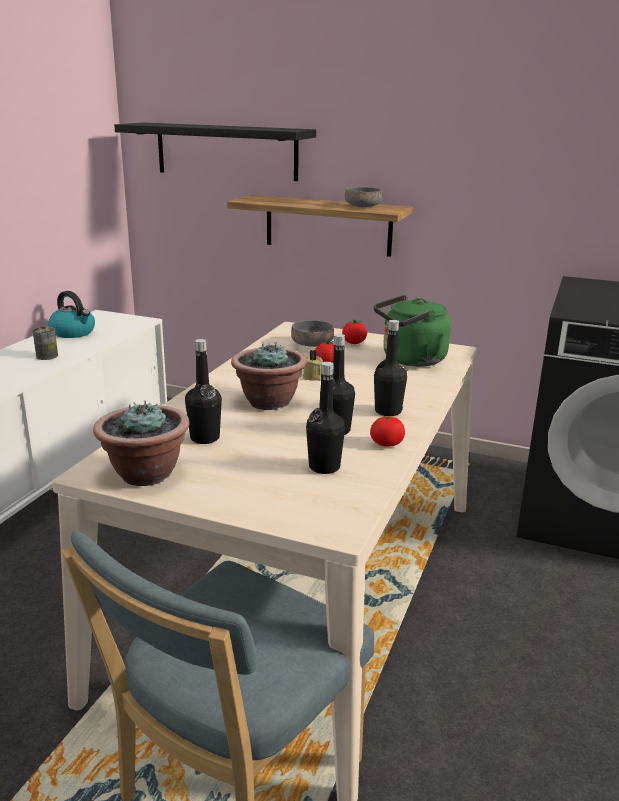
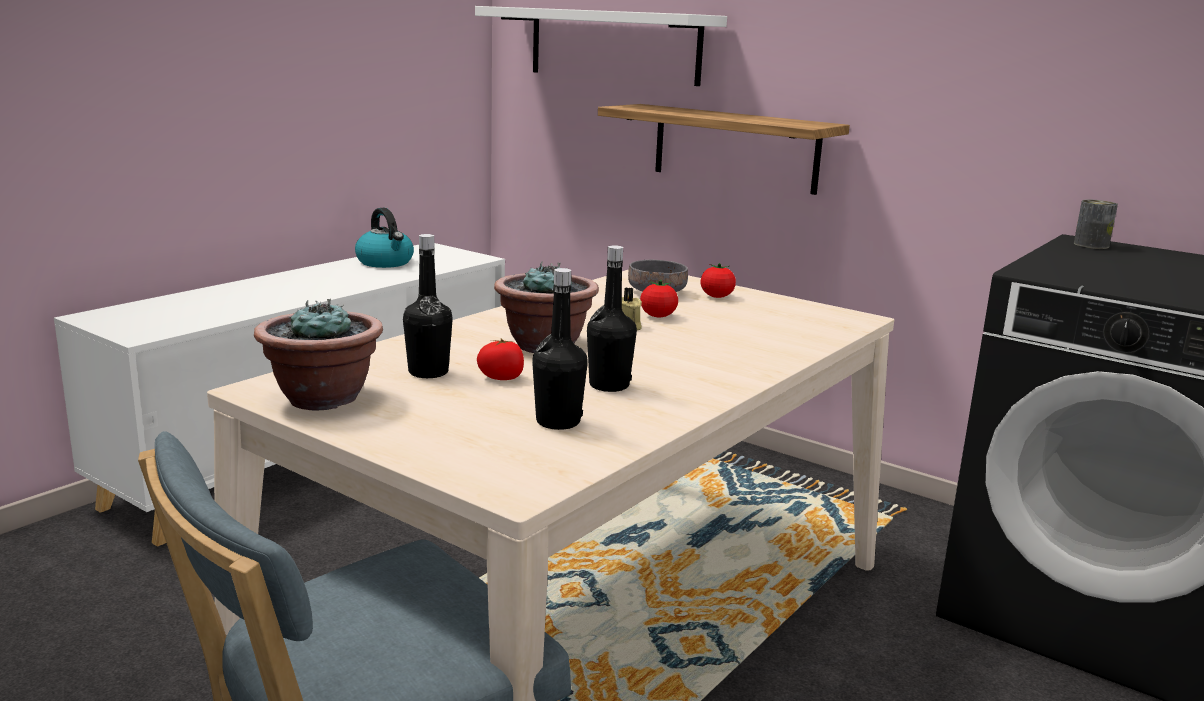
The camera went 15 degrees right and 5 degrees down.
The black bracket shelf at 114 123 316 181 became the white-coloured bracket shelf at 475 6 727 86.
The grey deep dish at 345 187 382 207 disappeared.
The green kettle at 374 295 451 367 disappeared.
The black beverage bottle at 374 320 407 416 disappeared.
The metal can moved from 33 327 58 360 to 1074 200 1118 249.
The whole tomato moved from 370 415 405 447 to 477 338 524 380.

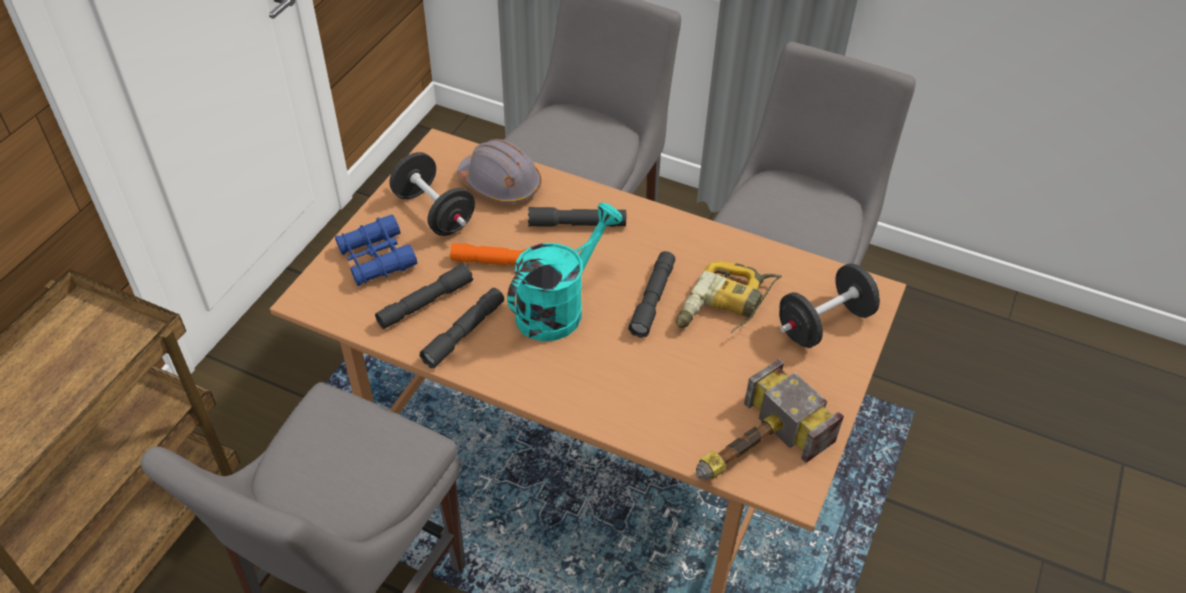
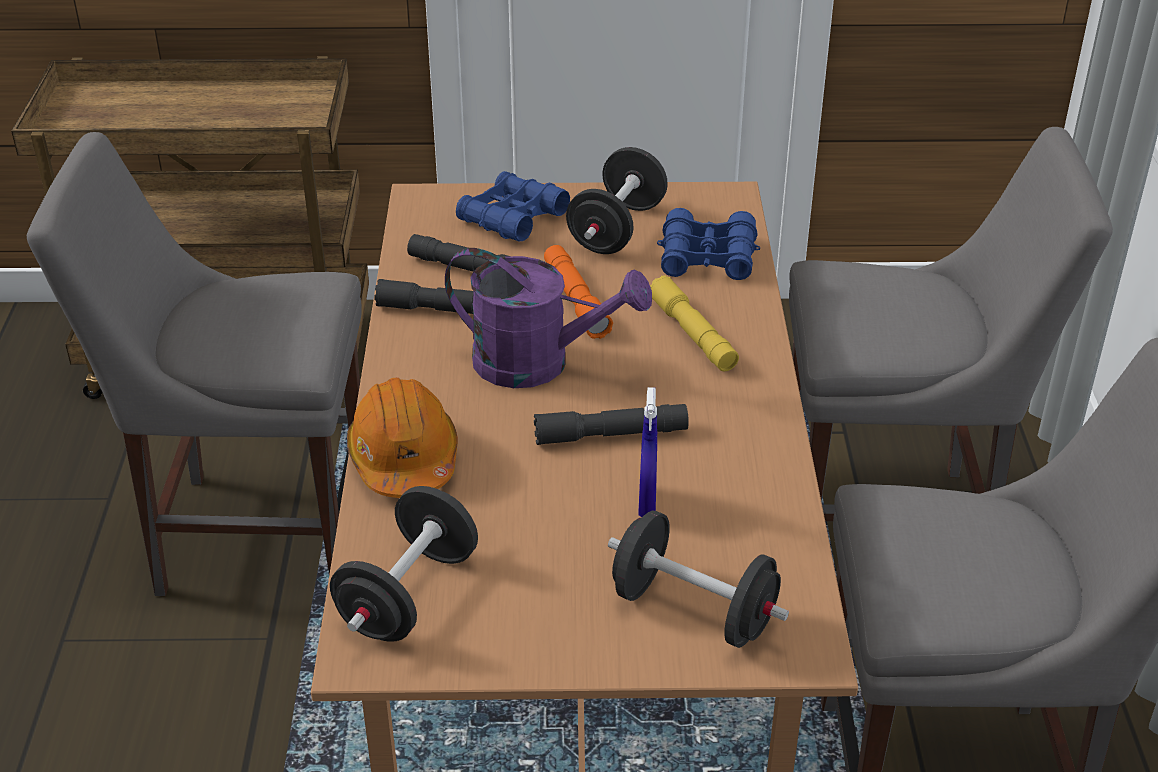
The camera went 65 degrees right and 10 degrees down.
The grey work helmet at 457 139 542 204 was replaced by the blue-coloured pair of binoculars at 657 208 760 280.
The turquoise-coloured watering pot at 507 203 623 341 became the purplish watering pot at 445 248 652 388.
The grey torch at 528 207 626 227 became the yellow-coloured torch at 650 276 739 371.
The electric drill at 676 261 782 333 was replaced by the blue-coloured spray bottle at 638 387 657 517.
The hand hammer at 696 359 844 480 was replaced by the black hand weight at 330 486 478 642.
The orangey work helmet at 347 378 458 498 appeared.

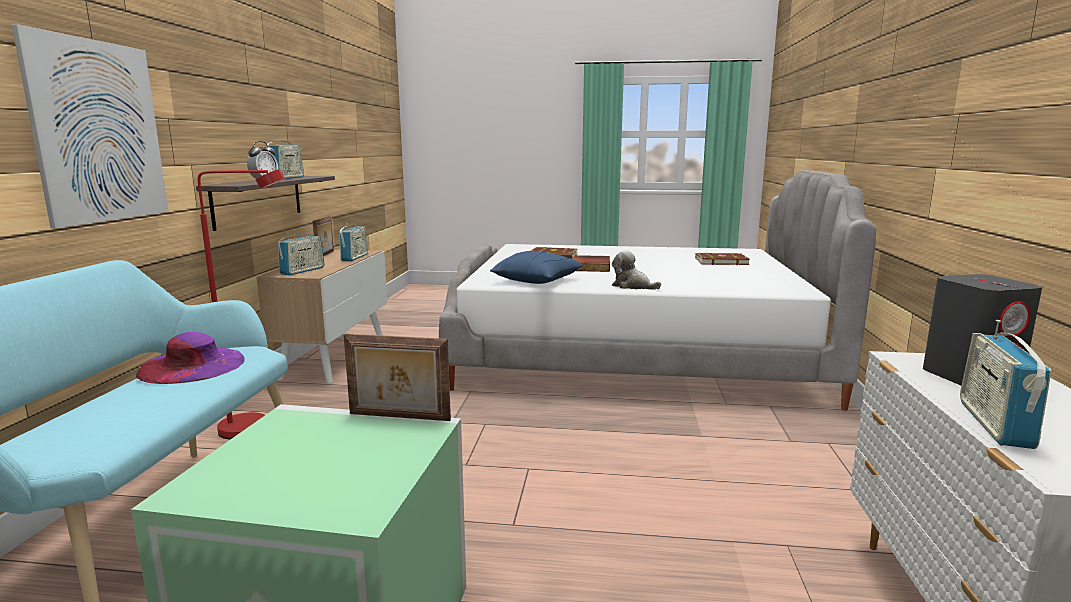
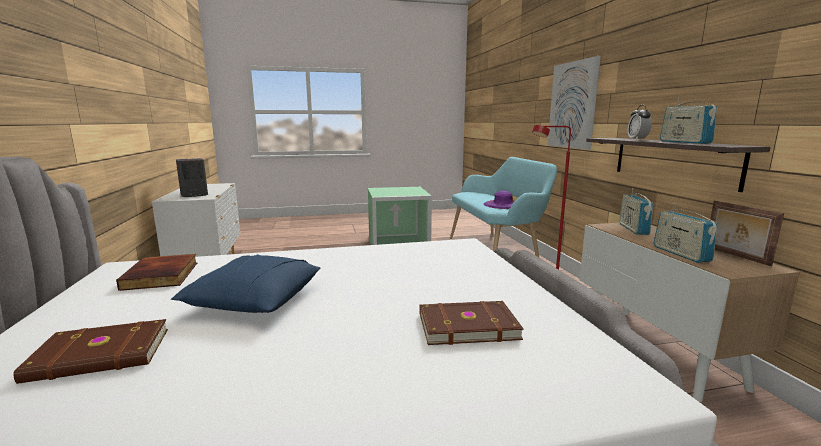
The camera went 160 degrees right and 0 degrees up.
The soft toy at 612 250 661 290 disappeared.
The blue-coloured pillow moved from 490 251 584 284 to 171 254 320 313.
The bound book moved from 574 255 610 272 to 116 254 197 291.
The radio receiver at 960 320 1051 449 disappeared.
The photo frame at 344 334 451 421 disappeared.

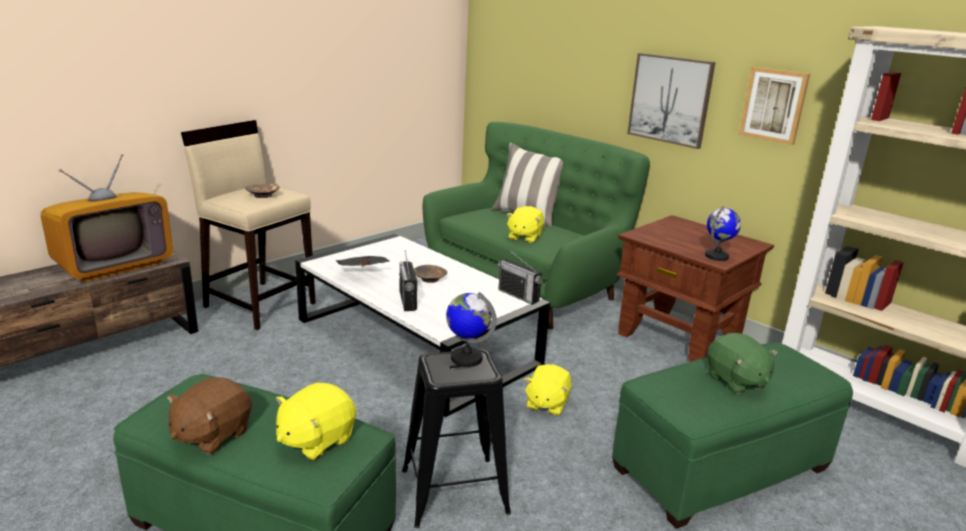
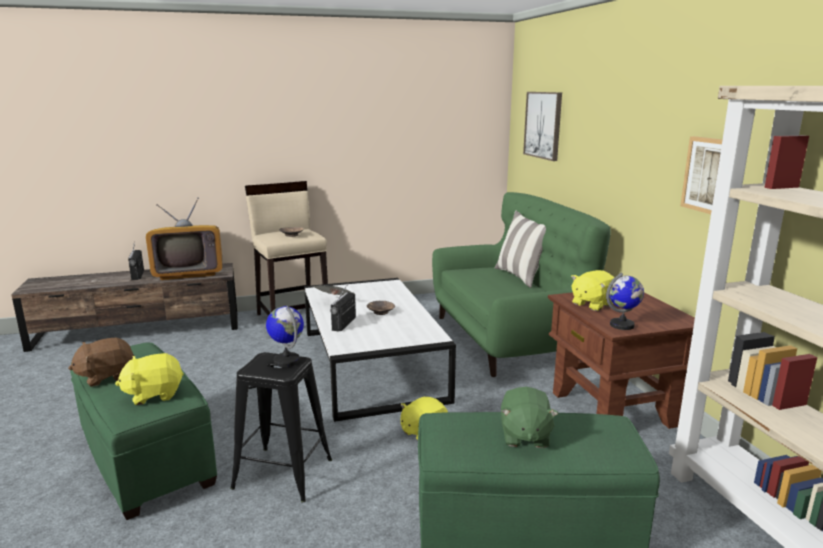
The camera went 30 degrees right and 5 degrees down.
The wall picture moved from 627 53 716 149 to 523 92 562 161.
The yellow-coloured soft toy moved from 506 206 544 243 to 571 270 615 311.
The radio receiver moved from 498 249 543 305 to 128 242 144 280.

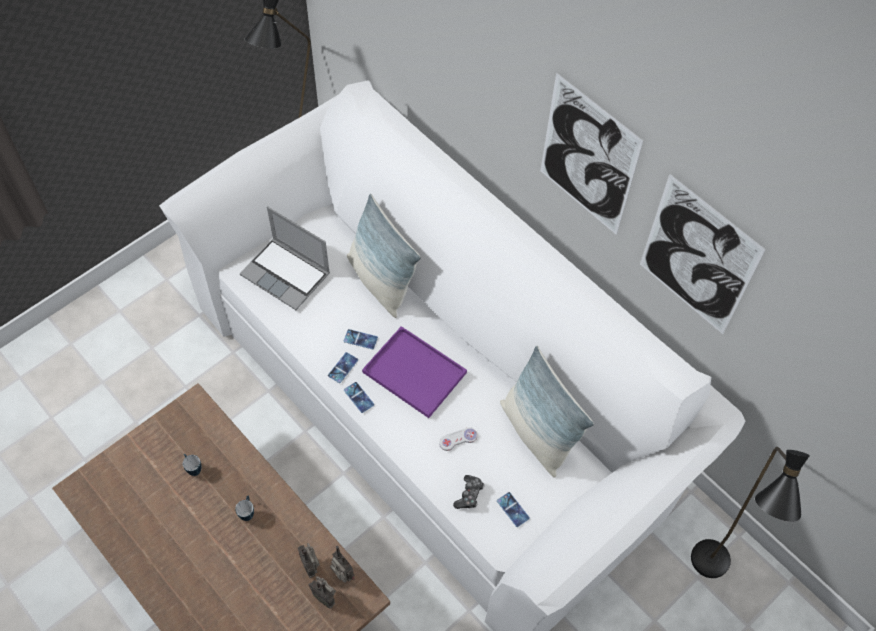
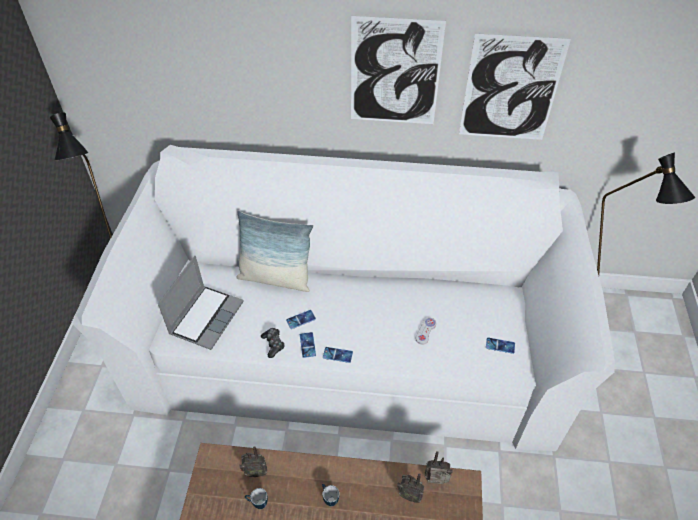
The camera went 40 degrees left and 10 degrees down.
The portable computer at 240 207 330 310 turned 60 degrees counterclockwise.
The purplish carrying tray at 362 326 467 418 disappeared.
The pillow at 500 346 594 478 disappeared.
The game controller moved from 453 475 484 509 to 261 328 285 358.
The radio receiver moved from 309 576 336 609 to 239 446 267 477.

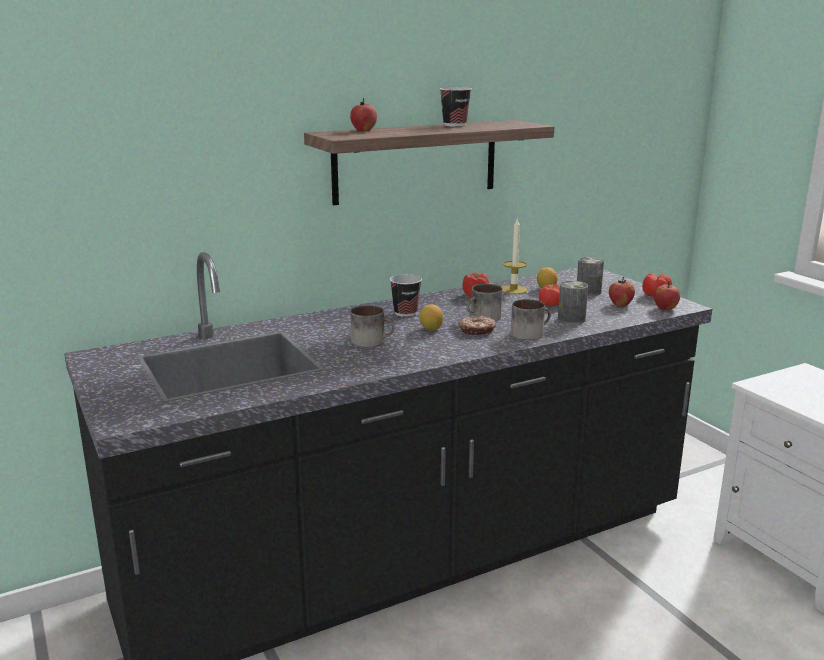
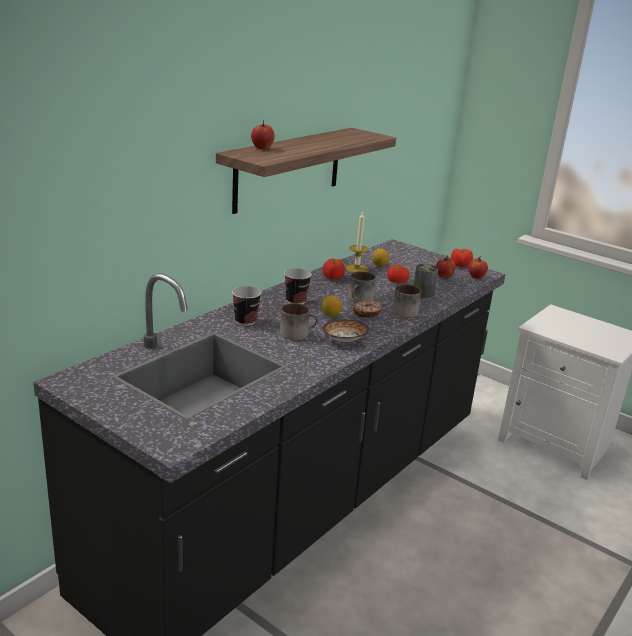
The camera went 25 degrees left and 5 degrees up.
The drinking cup moved from 440 87 472 127 to 232 286 261 326.
The metal can at 577 257 604 296 disappeared.
The deep dish at 322 320 369 342 appeared.

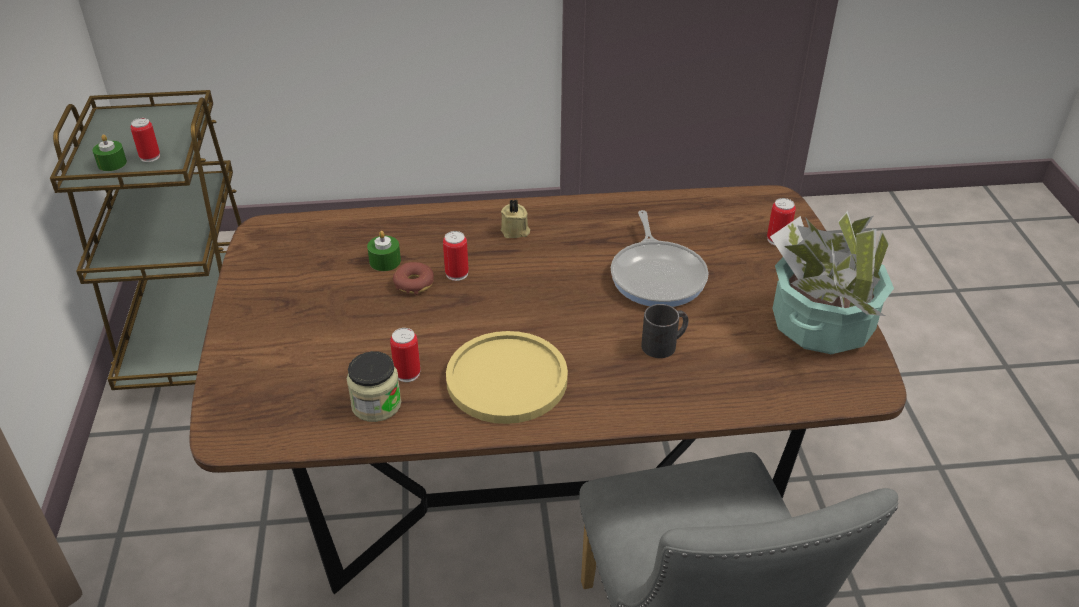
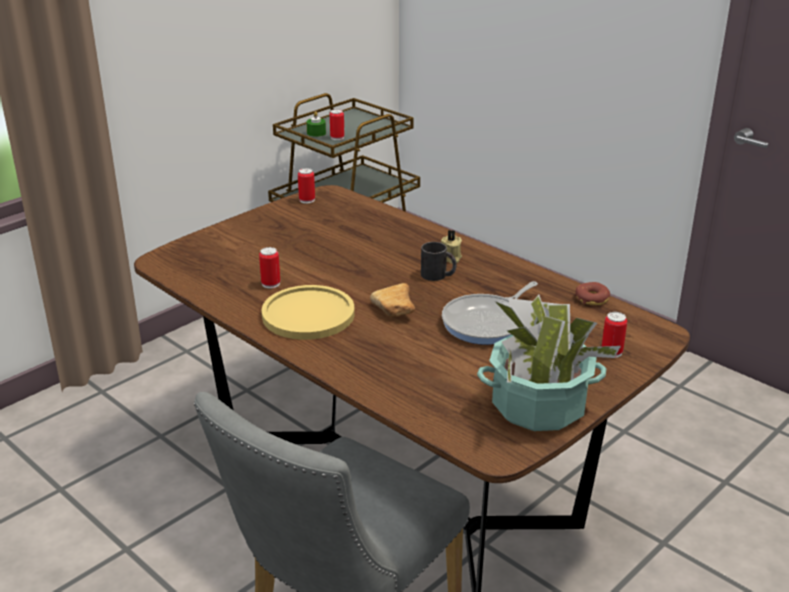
The camera went 50 degrees right and 10 degrees down.
The green candle at 367 231 401 271 disappeared.
The metal can moved from 443 231 469 281 to 298 168 315 203.
The ring doughnut moved from 393 262 434 295 to 575 282 610 305.
The black mug moved from 641 304 688 358 to 421 242 457 281.
The jar at 346 351 401 422 disappeared.
The bread at 370 283 415 317 appeared.

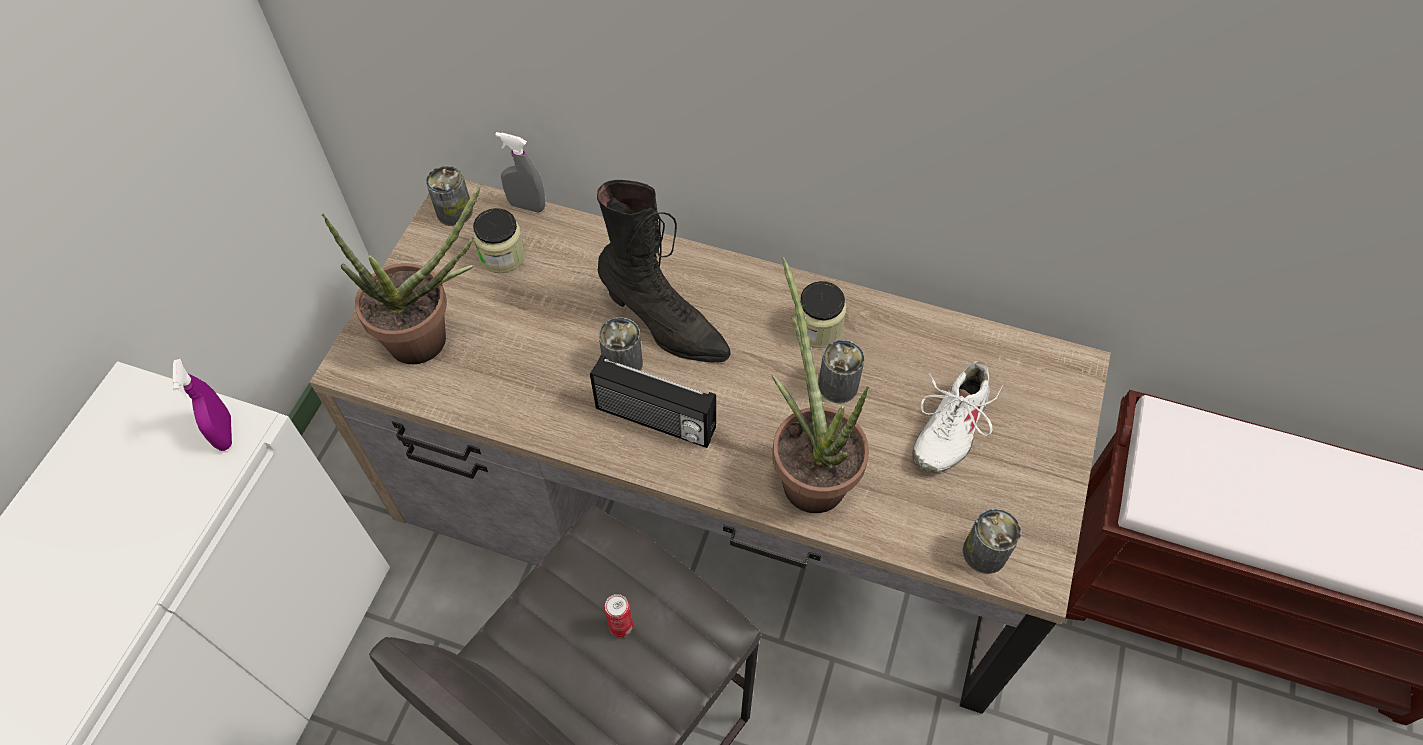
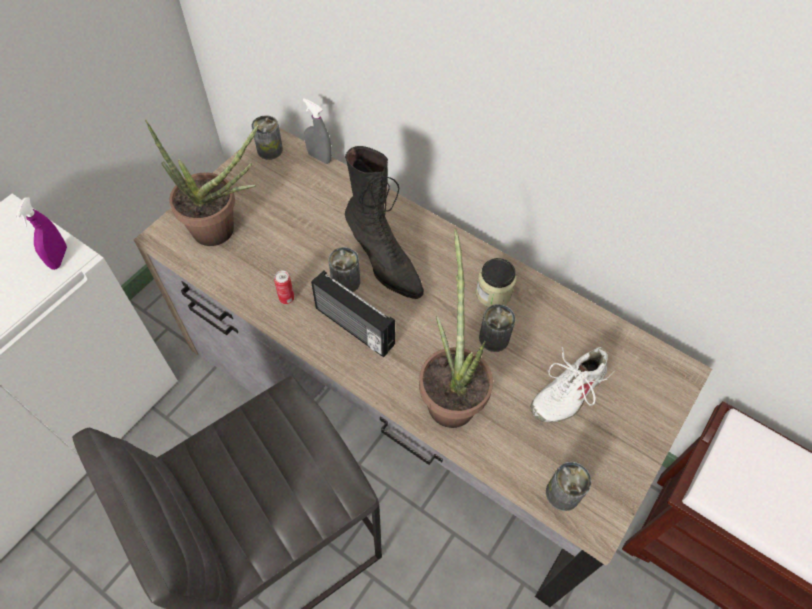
The camera went 15 degrees right and 0 degrees up.
The jar at 473 208 526 273 disappeared.
The metal can moved from 604 594 633 637 to 274 270 294 304.

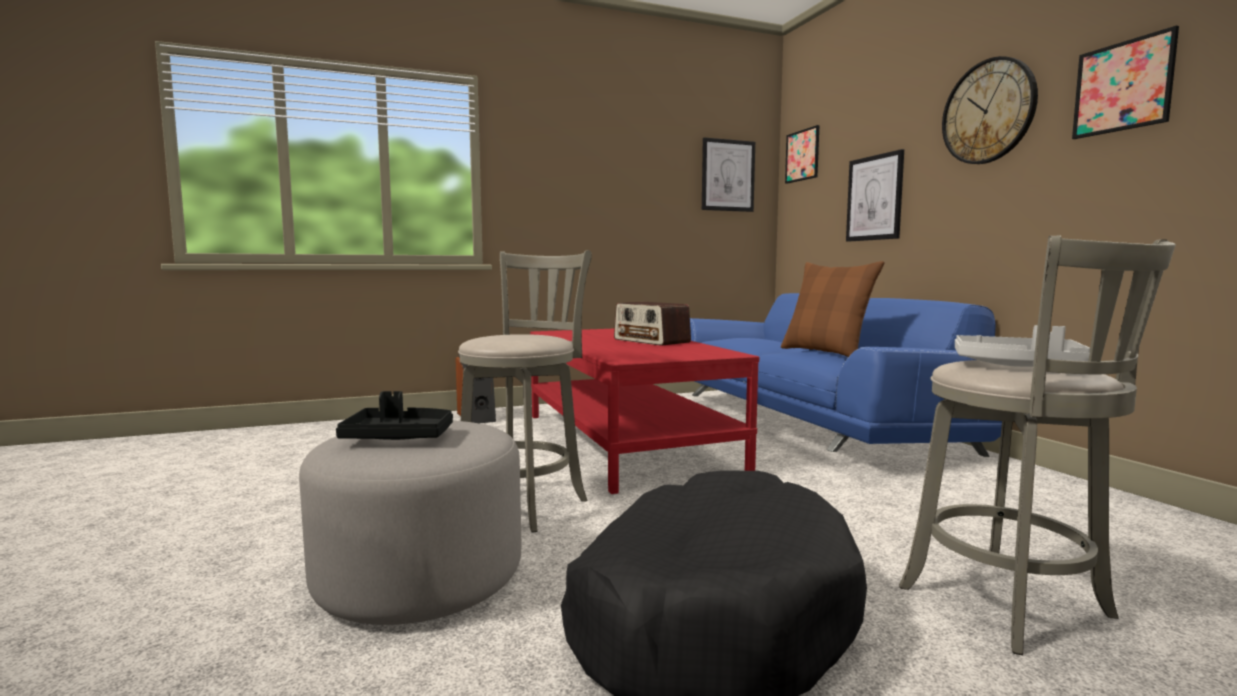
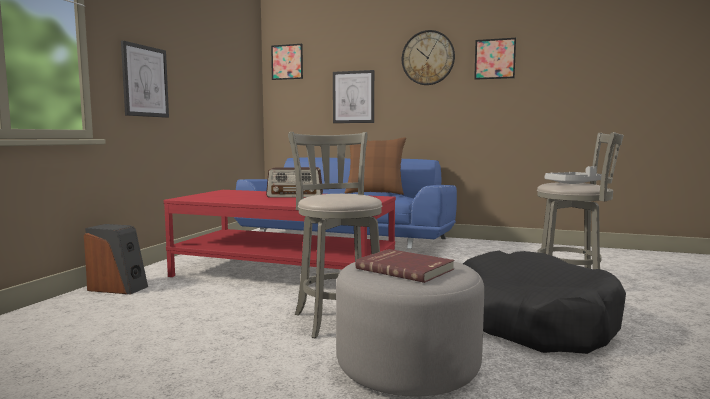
The camera went 50 degrees left and 0 degrees up.
The wall picture moved from 702 137 755 212 to 121 41 169 118.
The black carrying tray at 336 391 453 440 was replaced by the red bound book at 355 249 455 283.

